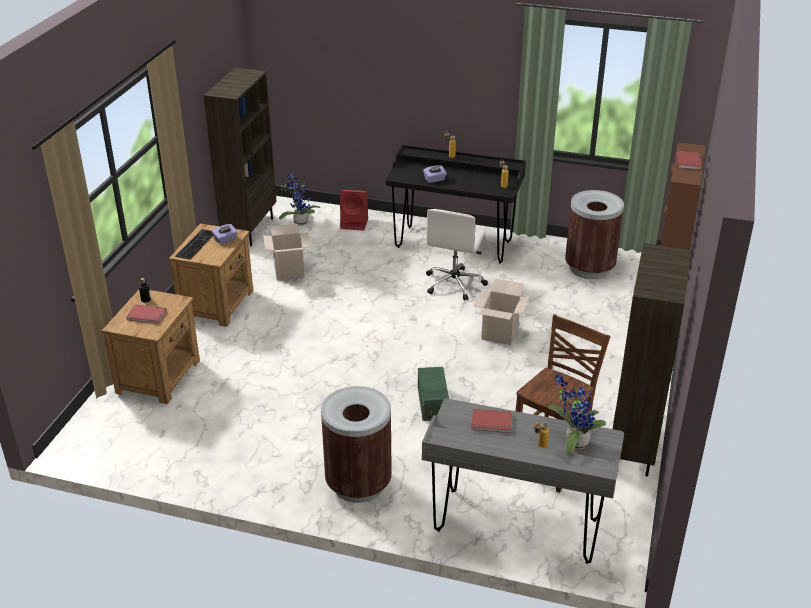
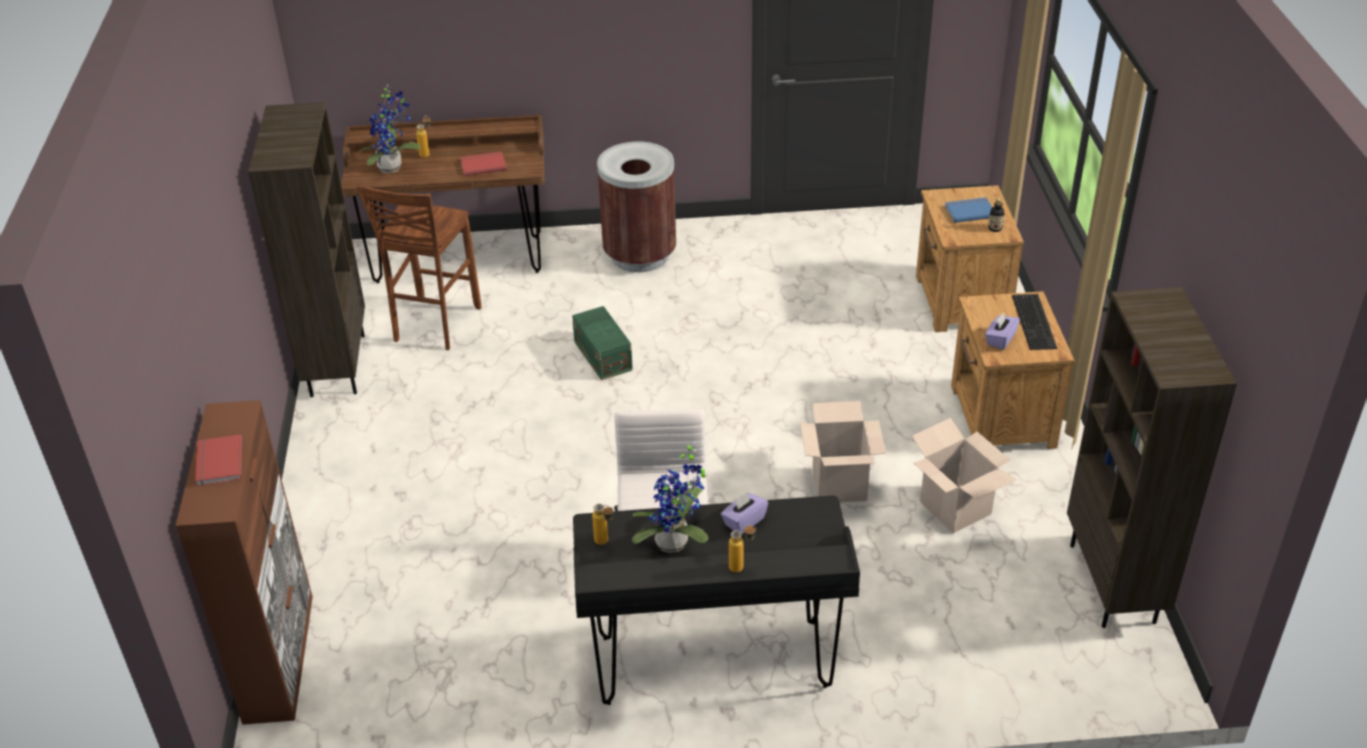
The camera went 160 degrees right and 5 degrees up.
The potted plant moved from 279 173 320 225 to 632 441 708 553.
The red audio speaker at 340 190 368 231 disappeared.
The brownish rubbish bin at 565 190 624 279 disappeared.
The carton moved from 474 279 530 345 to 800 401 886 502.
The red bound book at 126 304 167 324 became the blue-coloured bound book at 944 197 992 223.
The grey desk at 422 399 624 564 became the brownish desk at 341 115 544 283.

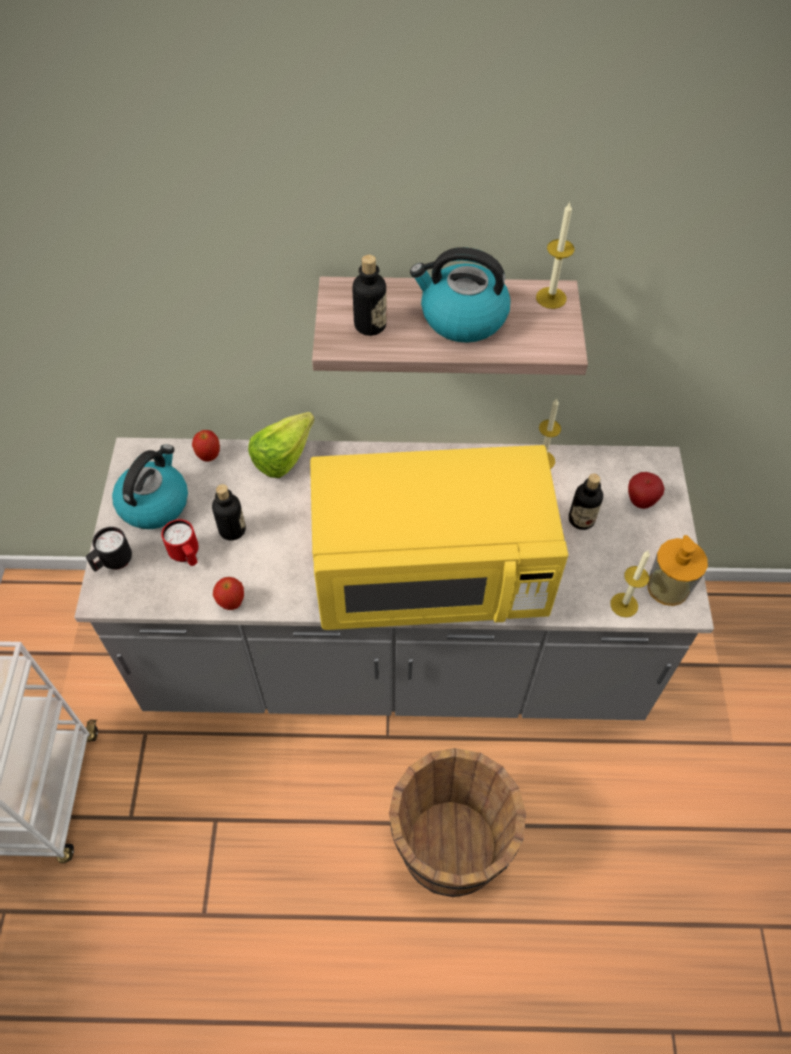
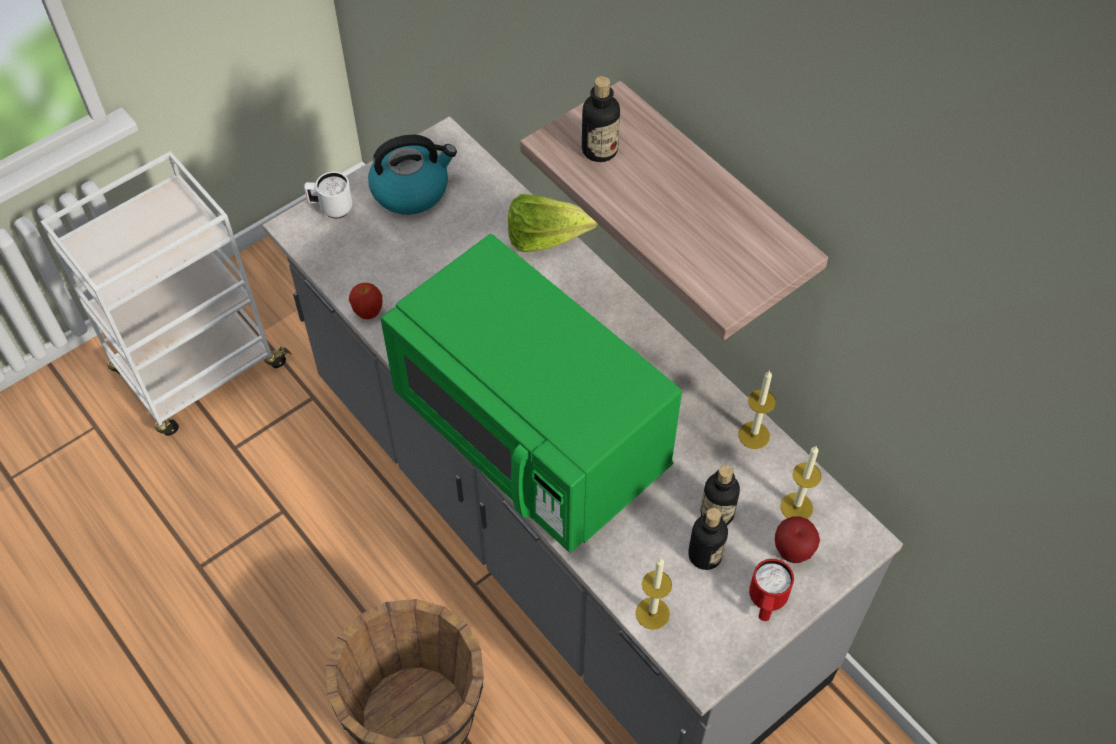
The camera went 50 degrees right and 0 degrees up.
The candle moved from 536 202 574 309 to 780 446 822 519.
The kettle at 410 247 510 343 disappeared.
The apple fruit at 192 430 220 462 disappeared.
The yellow-coloured kitchen microwave at 310 445 568 630 became the green kitchen microwave at 381 234 682 552.
The beverage bottle moved from 212 484 246 540 to 688 508 728 570.
The red mug moved from 161 519 199 566 to 749 559 794 621.
The black mug at 86 527 132 572 became the white-coloured mug at 304 172 353 219.
The soap dispenser at 647 535 708 606 disappeared.

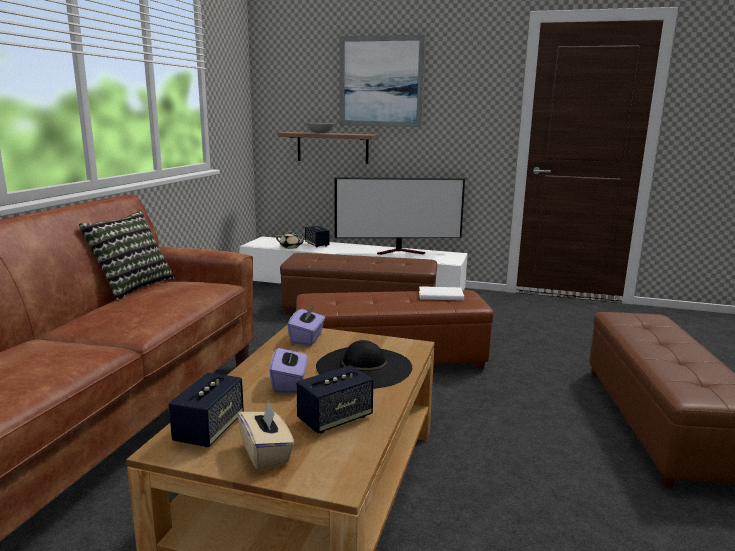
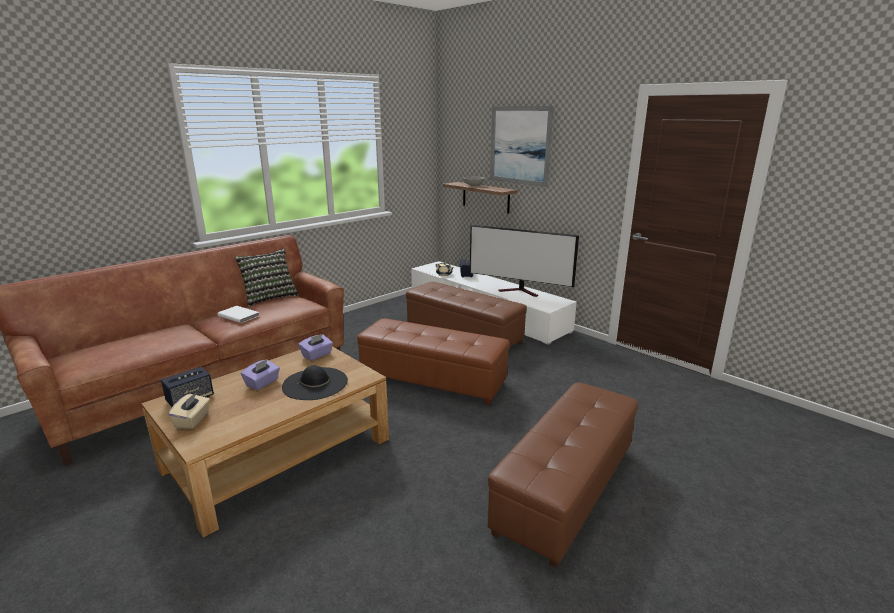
The camera went 30 degrees right and 5 degrees up.
The white-coloured bound book moved from 419 286 464 301 to 217 306 259 323.
The audio speaker at 296 365 374 433 disappeared.

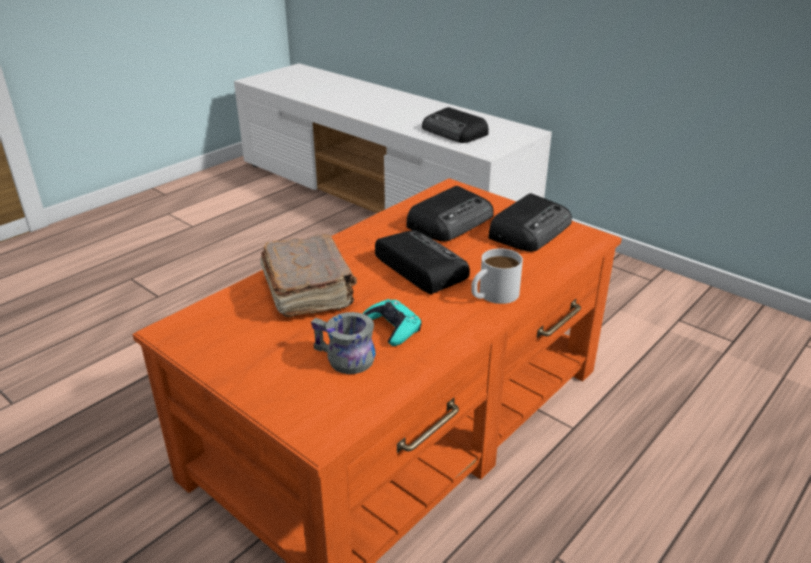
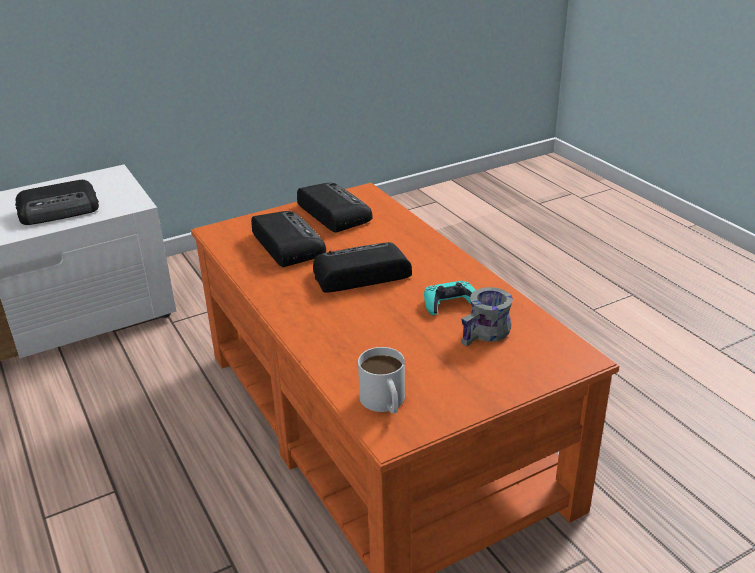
The camera went 70 degrees left and 0 degrees up.
The brownish bound book at 260 234 357 317 disappeared.
The white-coloured mug moved from 471 248 523 304 to 358 347 405 414.

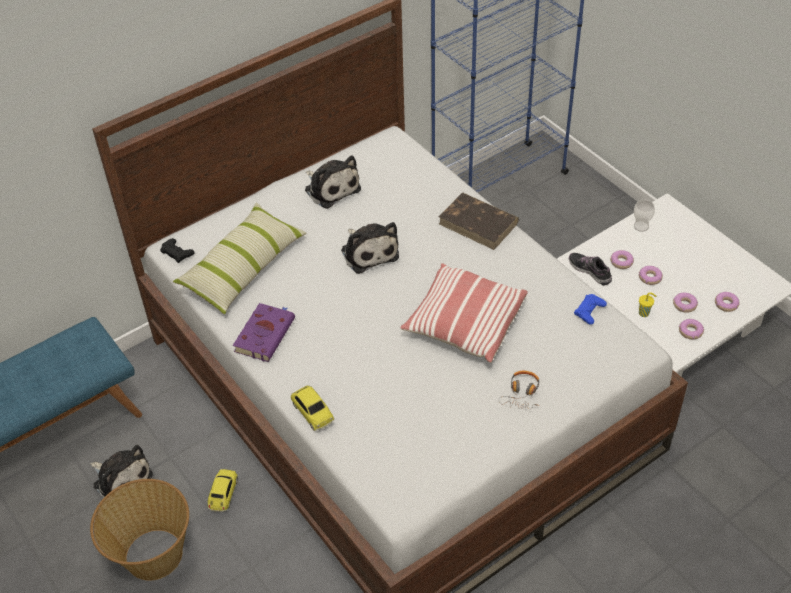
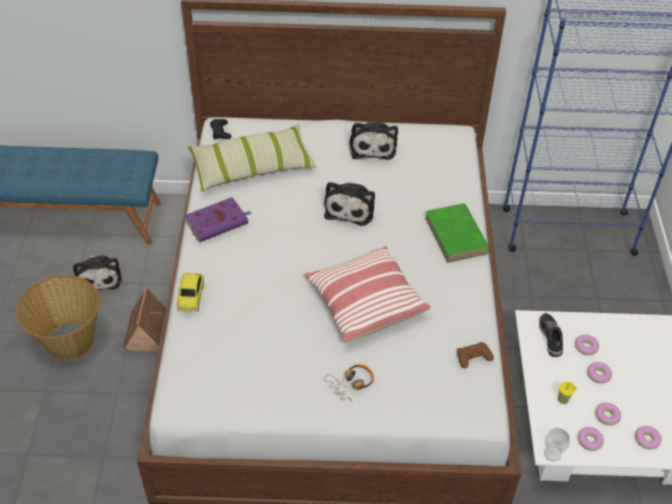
The camera went 35 degrees right and 0 degrees up.
The brownish bound book at 439 193 519 250 became the green bound book at 425 204 490 263.
The drinking cup moved from 634 200 655 232 to 544 428 570 462.
The blue-coloured game controller at 574 294 607 325 became the brownish game controller at 457 342 494 368.
The toy car at 208 469 238 512 was replaced by the model house at 123 287 166 352.

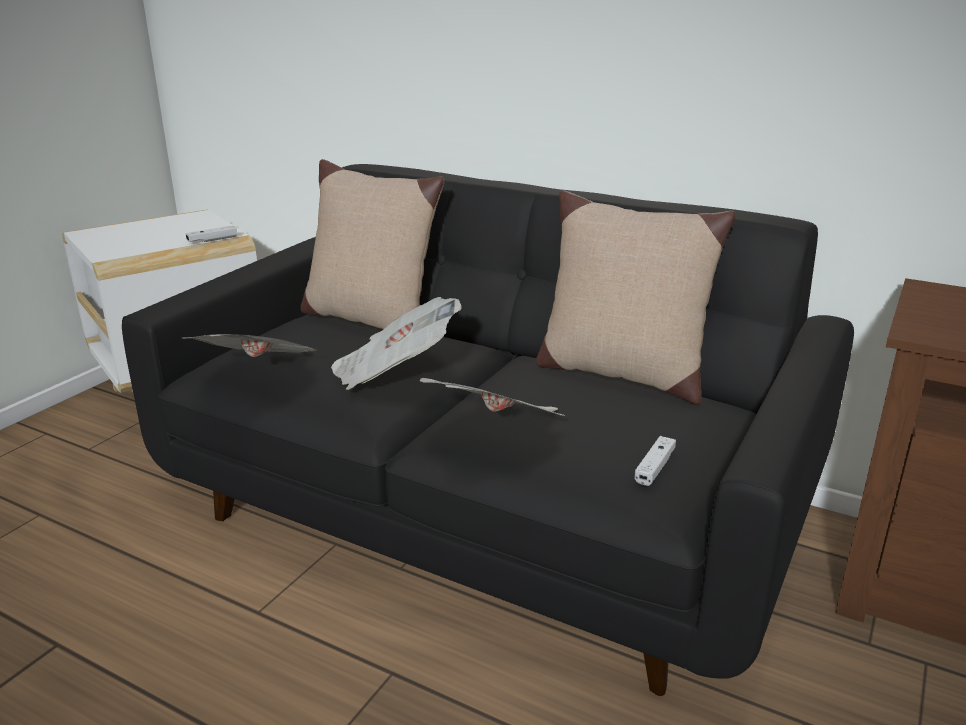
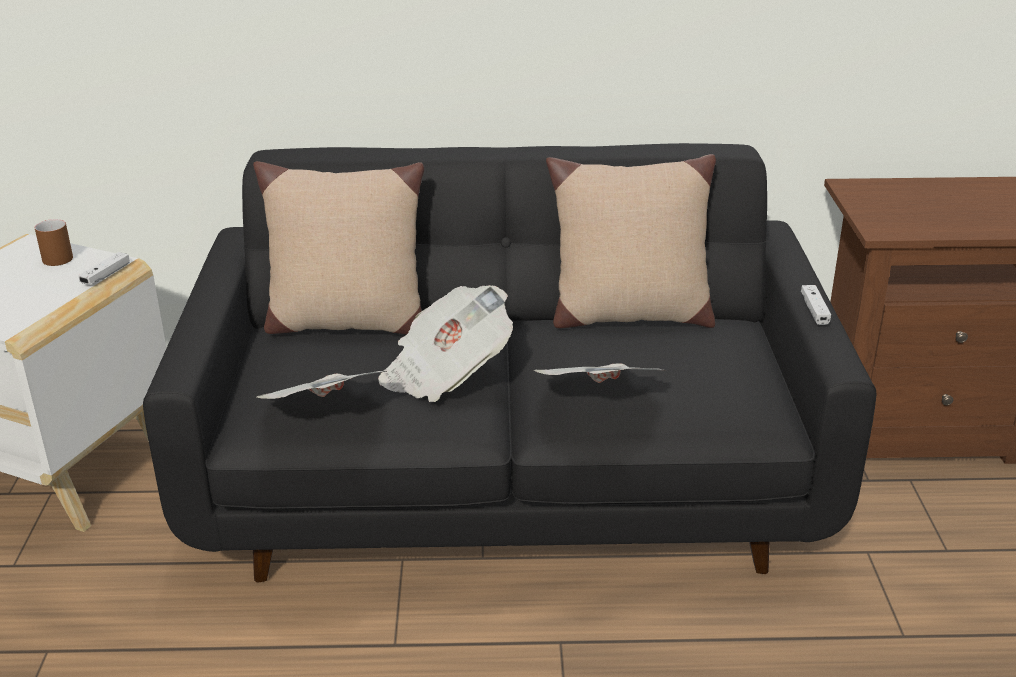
The camera went 30 degrees left and 5 degrees up.
The white-coloured game controller moved from 635 436 676 486 to 801 285 831 325.
The brownish mug at 35 219 73 266 appeared.

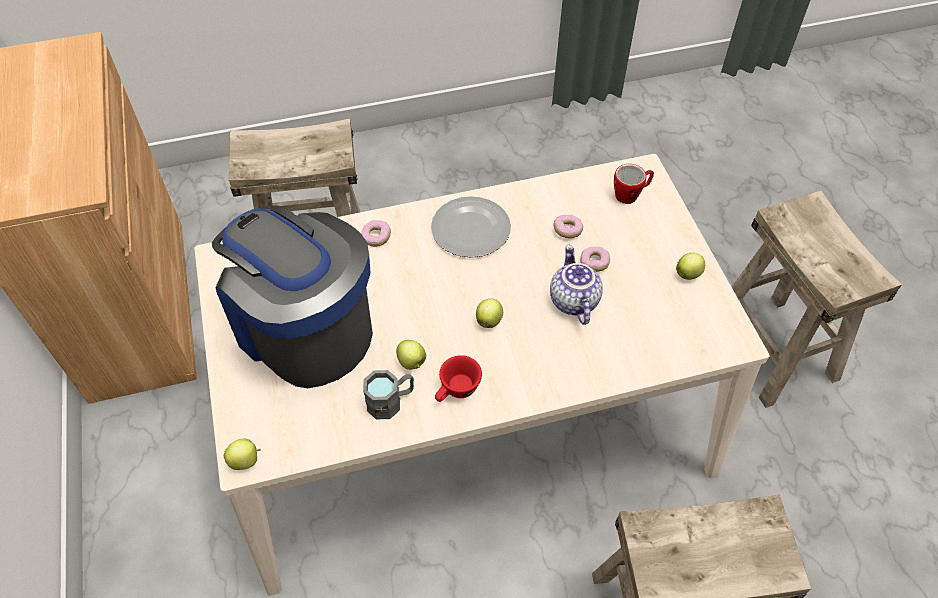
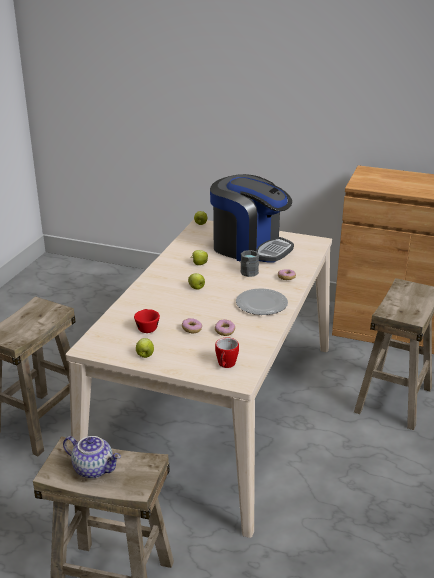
The camera went 125 degrees right and 25 degrees down.
The coffee maker at 212 205 373 388 turned 45 degrees clockwise.
The teapot moved from 550 245 603 325 to 63 436 121 479.
The red drinking cup moved from 435 355 482 402 to 134 309 160 333.
The grey mug moved from 363 370 414 419 to 240 250 259 277.

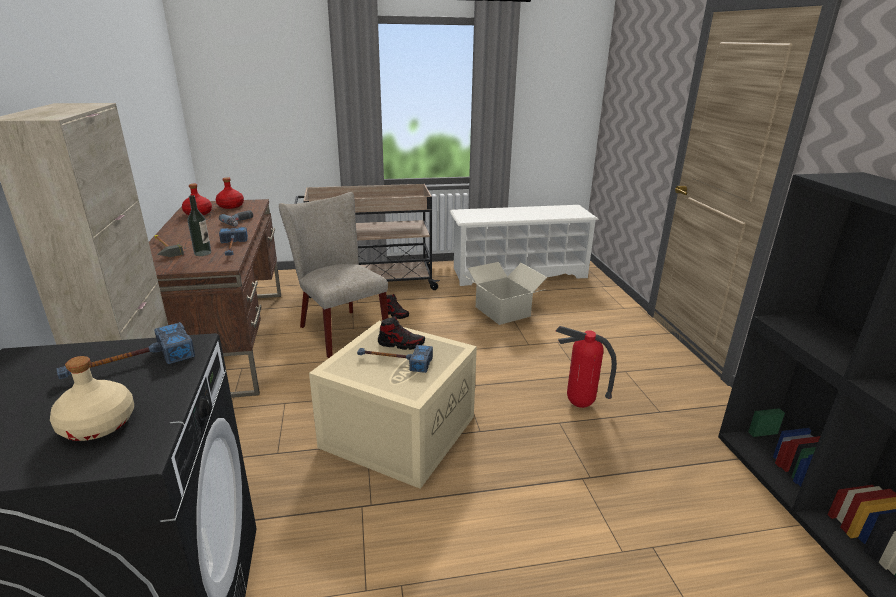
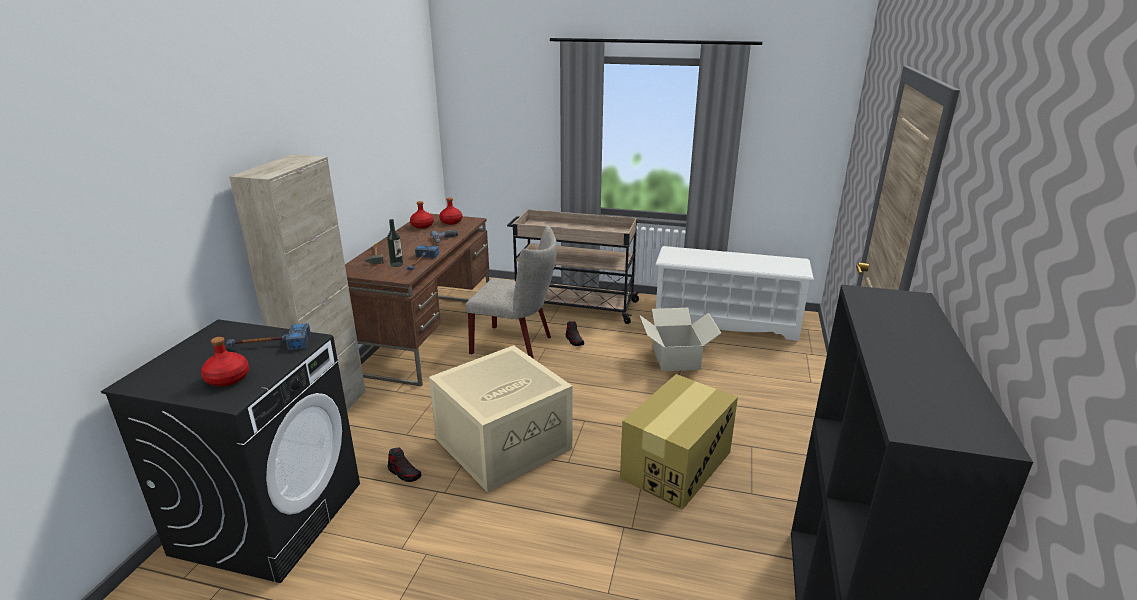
The camera went 25 degrees right and 0 degrees up.
The beige-coloured chair at 279 192 388 358 turned 120 degrees clockwise.
The shoe moved from 378 316 425 350 to 388 447 421 482.
The fire-fighting cylinder at 555 326 617 408 was replaced by the carton at 620 374 738 510.
The hand hammer at 357 345 433 373 disappeared.
The beige-coloured beverage bottle at 50 356 134 441 became the red beverage bottle at 201 337 249 387.

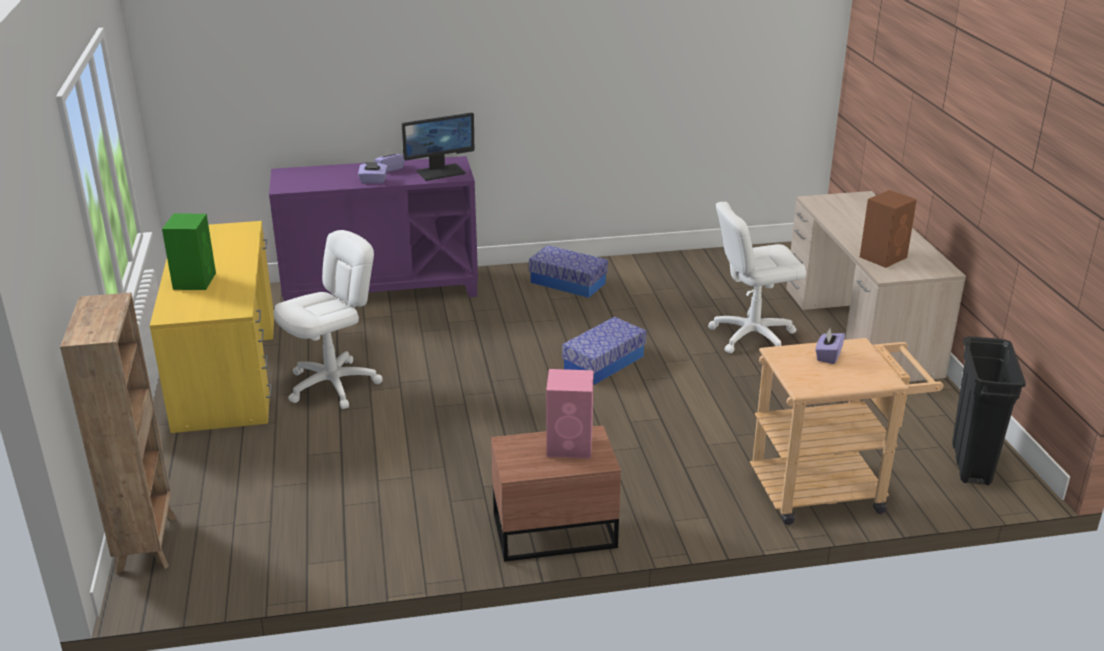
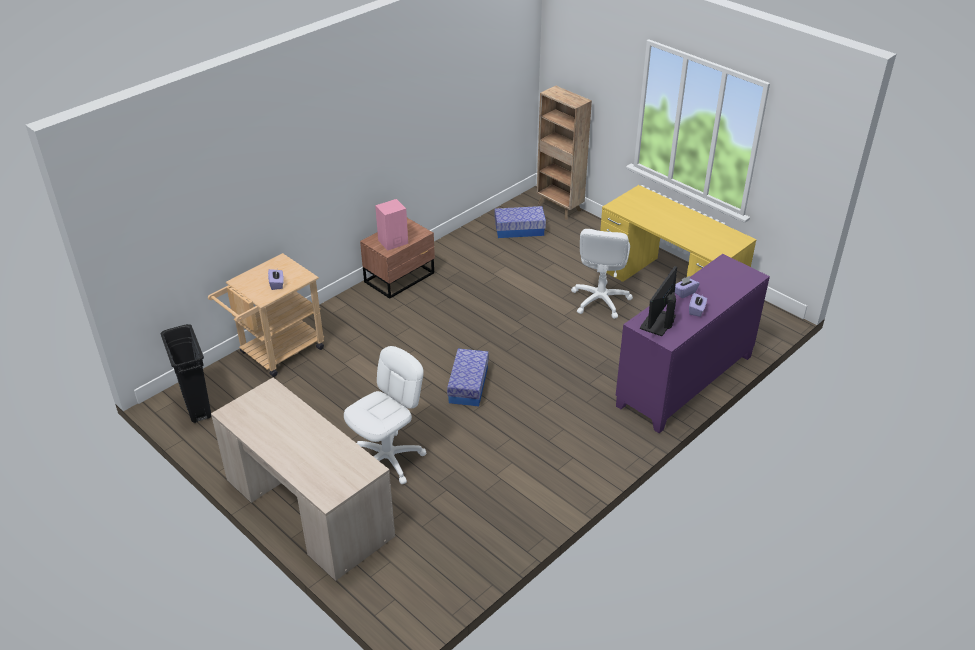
The camera went 145 degrees right and 10 degrees up.
The brownish audio speaker at 860 190 917 268 disappeared.
The green audio speaker at 162 214 216 290 disappeared.
The storage bin moved from 529 245 608 298 to 494 206 546 238.

